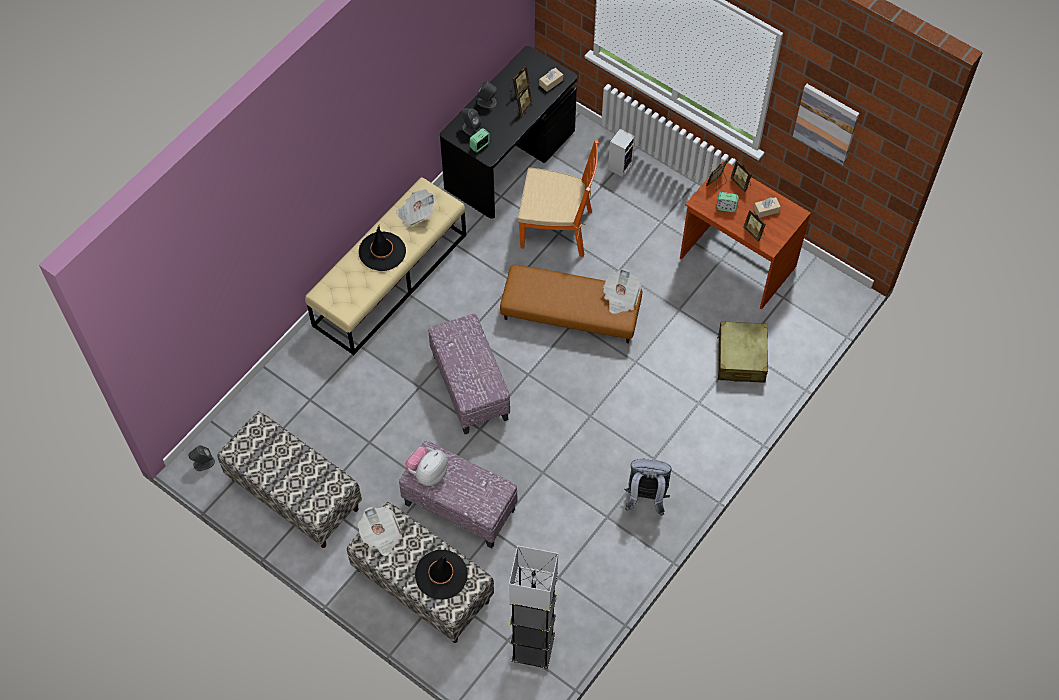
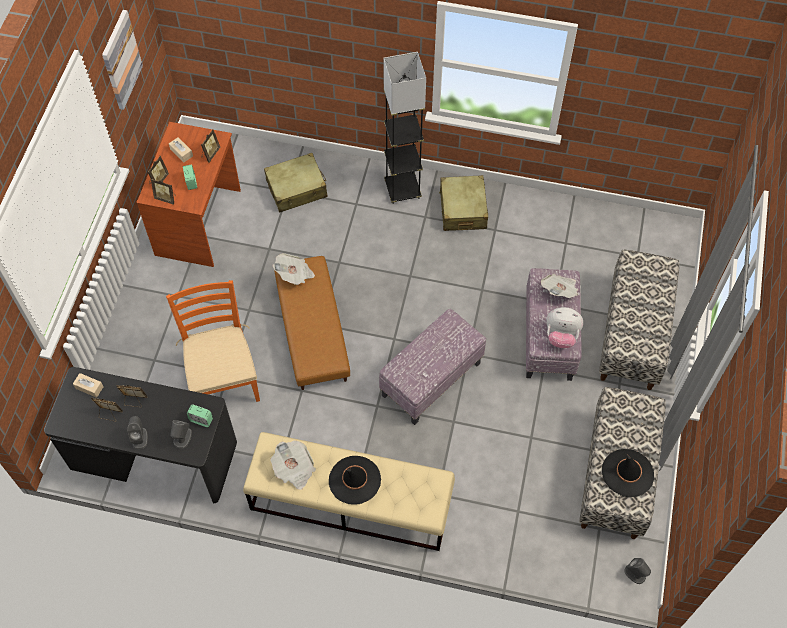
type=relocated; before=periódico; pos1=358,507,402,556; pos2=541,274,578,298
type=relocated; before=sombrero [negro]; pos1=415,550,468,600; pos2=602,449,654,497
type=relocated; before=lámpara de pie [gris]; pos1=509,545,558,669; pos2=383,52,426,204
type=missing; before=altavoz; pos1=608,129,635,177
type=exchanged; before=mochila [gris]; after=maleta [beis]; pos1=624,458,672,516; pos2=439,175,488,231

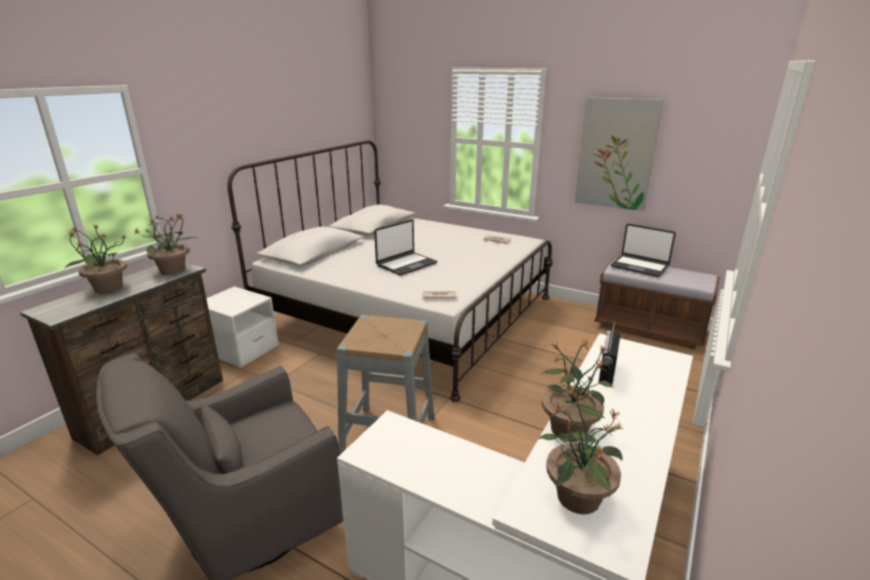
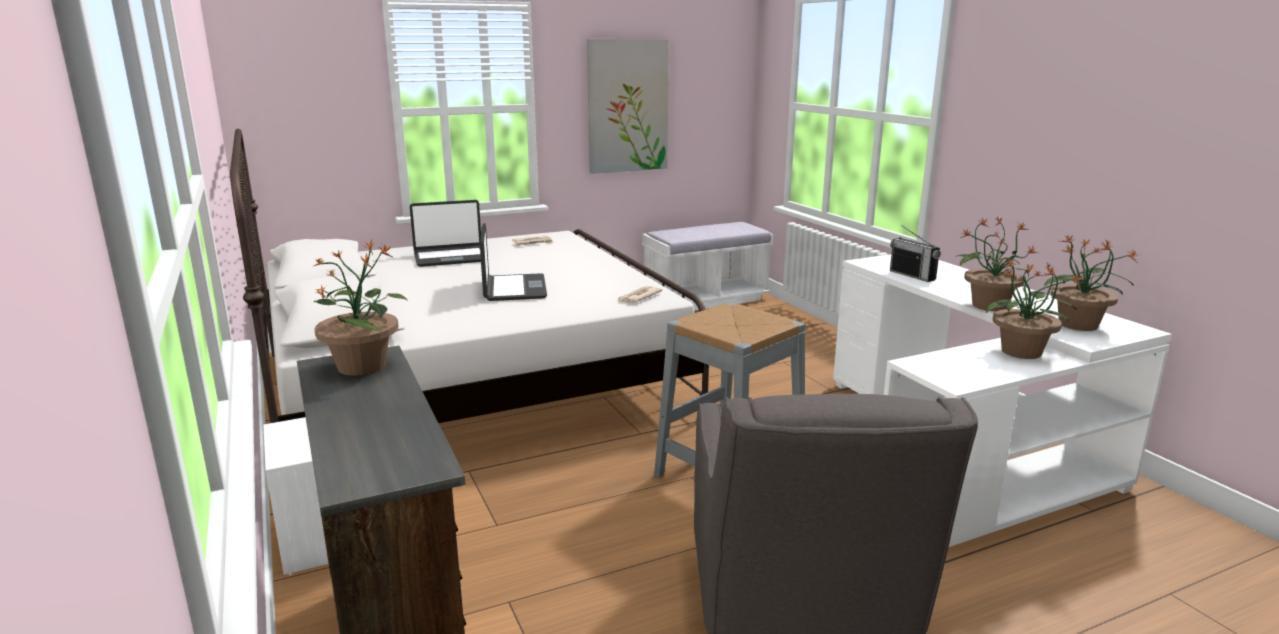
type=relocated; before=planta en maceta; pos1=65,224,127,294; pos2=986,259,1082,359
type=colour; before=banco [marrón]; after=banco [blanco]; pos1=594,259,720,349; pos2=642,222,773,311
type=relocated; before=portátil; pos1=610,224,676,277; pos2=410,200,481,267

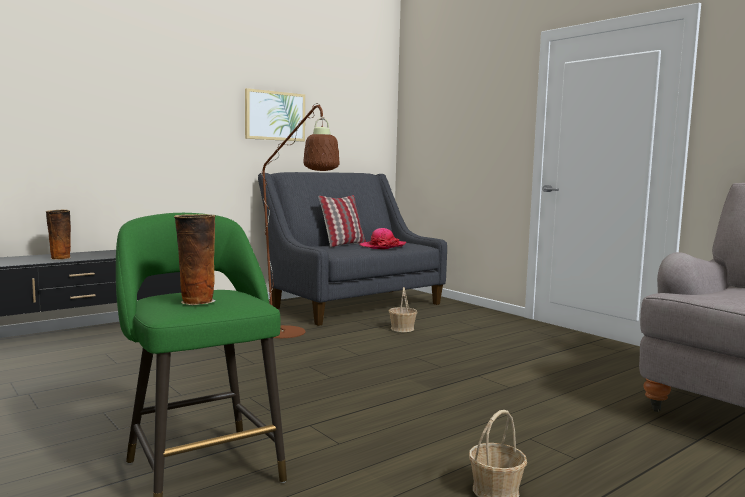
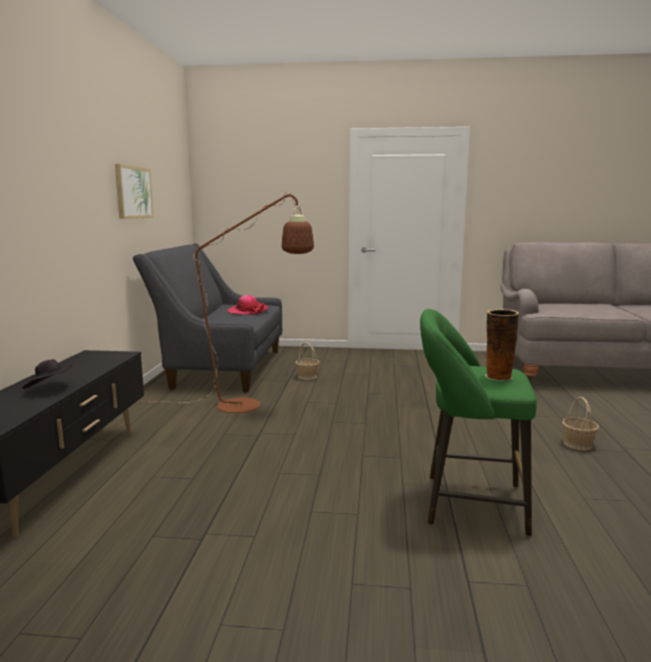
type=exchanged; before=florero; after=sombrero [negro]; pos1=46,210,71,260; pos2=23,359,73,389
type=missing; before=cojín; pos1=318,195,366,247

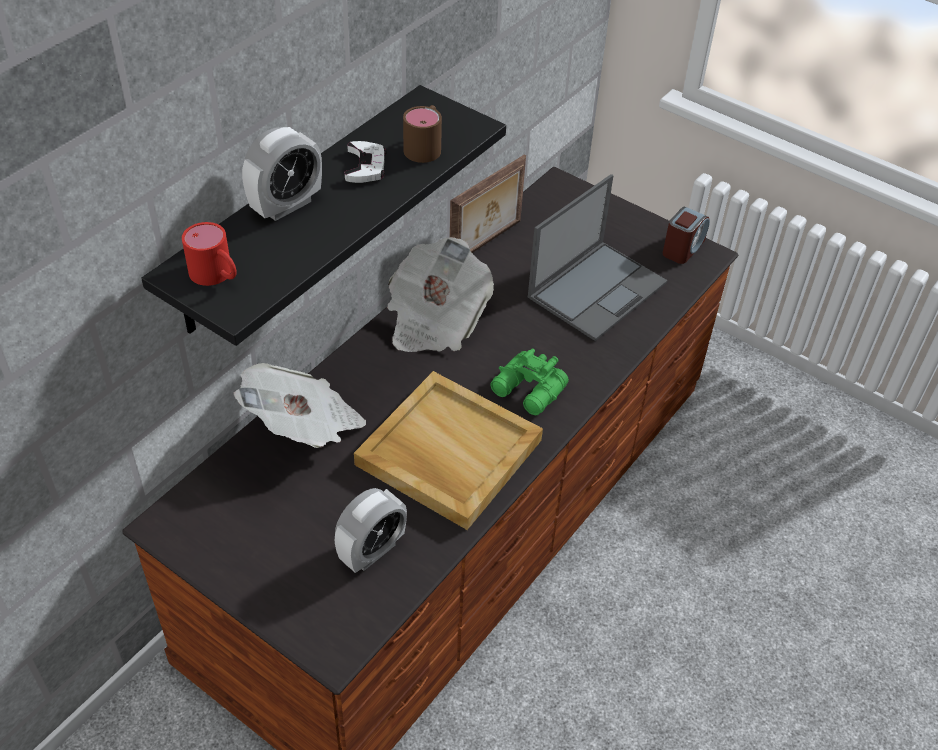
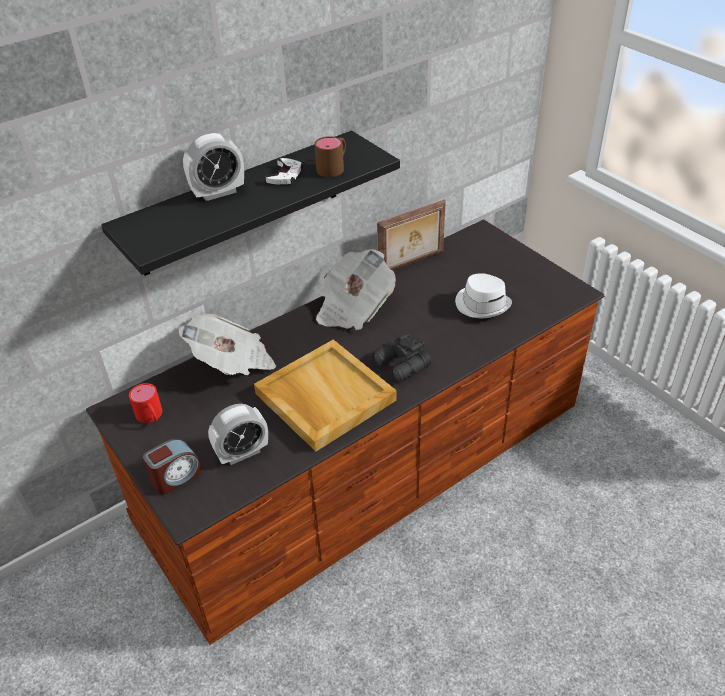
type=relocated; before=taza grande [rojo]; pos1=182,222,237,286; pos2=129,383,162,423
type=colour; before=prismáticos [verde]; after=prismáticos [negro]; pos1=491,349,569,415; pos2=372,334,431,382
type=exchanged; before=portátil; after=sombrero [blanco]; pos1=528,174,668,341; pos2=455,273,512,318
type=relocated; before=despertador; pos1=663,207,710,264; pos2=143,439,202,494

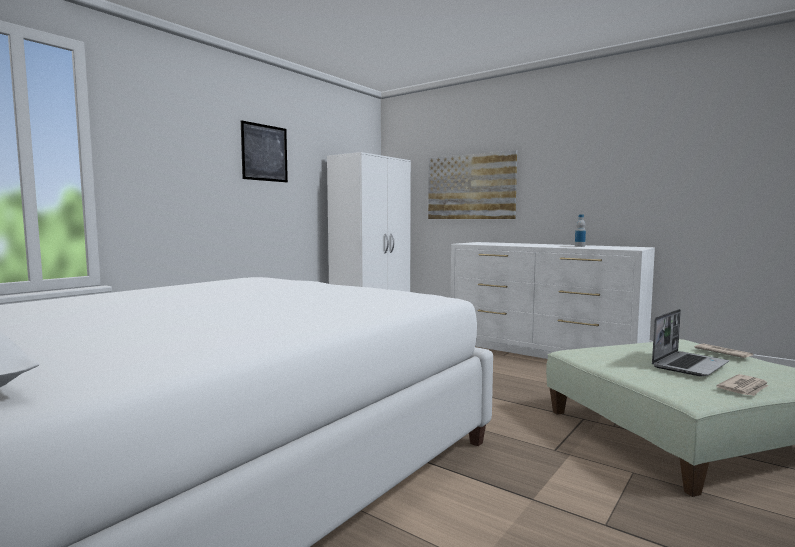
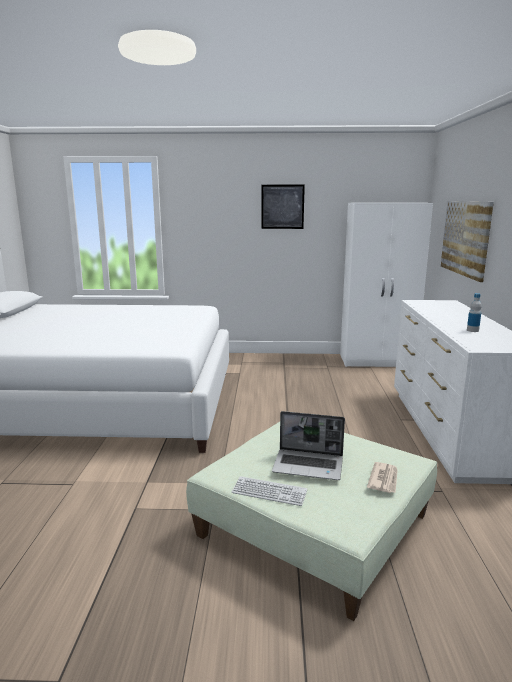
type=exchanged; before=periódico; after=teclado; pos1=716,374,768,396; pos2=232,476,308,506

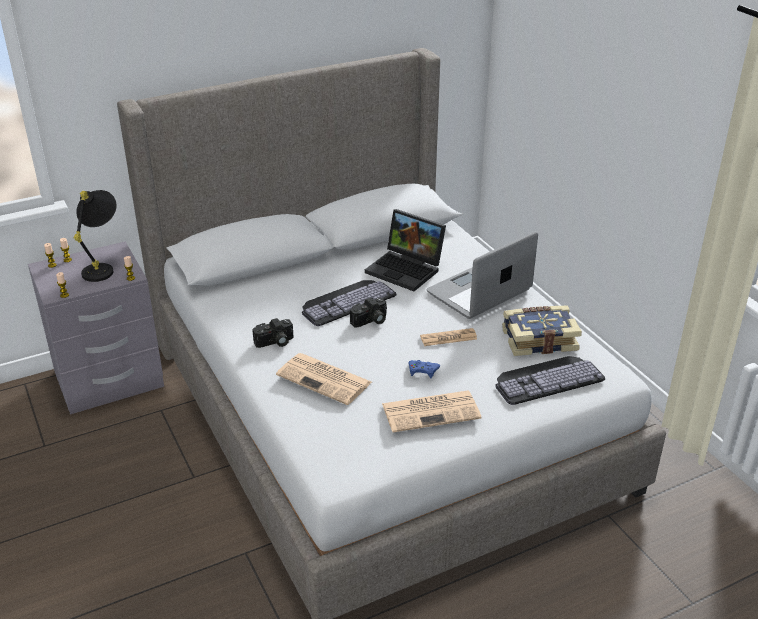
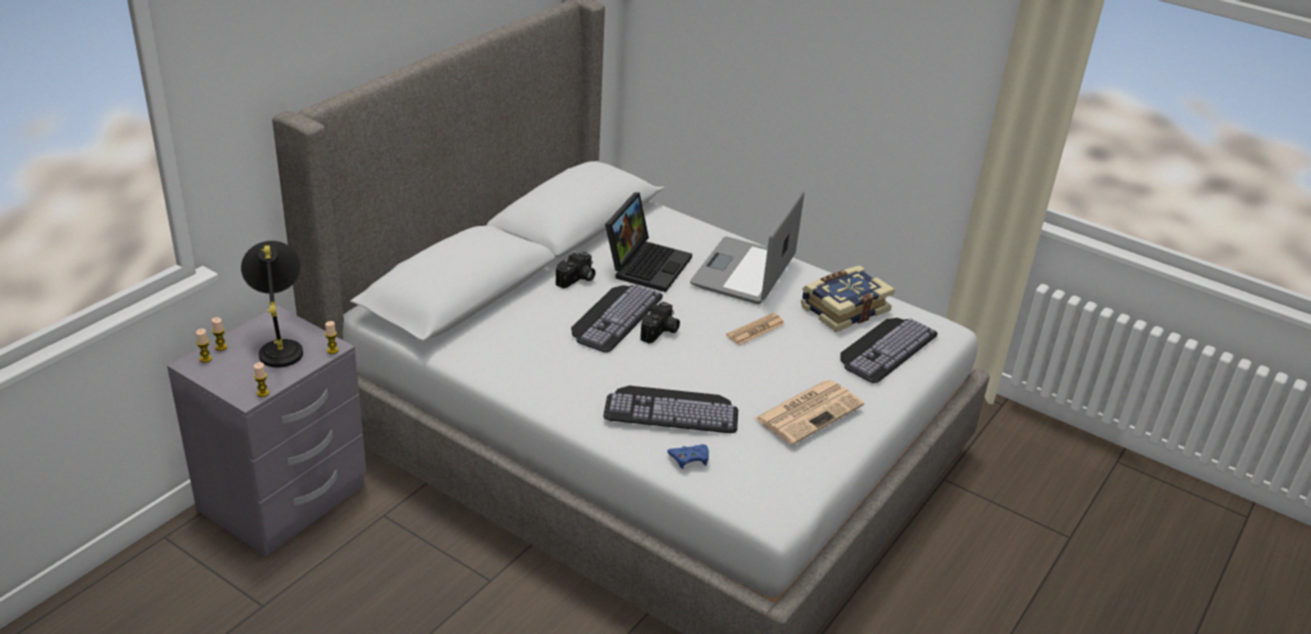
type=relocated; before=cámara; pos1=252,318,294,348; pos2=556,252,595,288
type=exchanged; before=periódico; after=teclado; pos1=276,353,372,405; pos2=603,386,738,433
type=spun; before=portátil; pos1=365,209,446,291; pos2=605,192,692,292; turn=-75
type=relocated; before=mando de consola [azul]; pos1=409,360,440,378; pos2=667,444,709,469

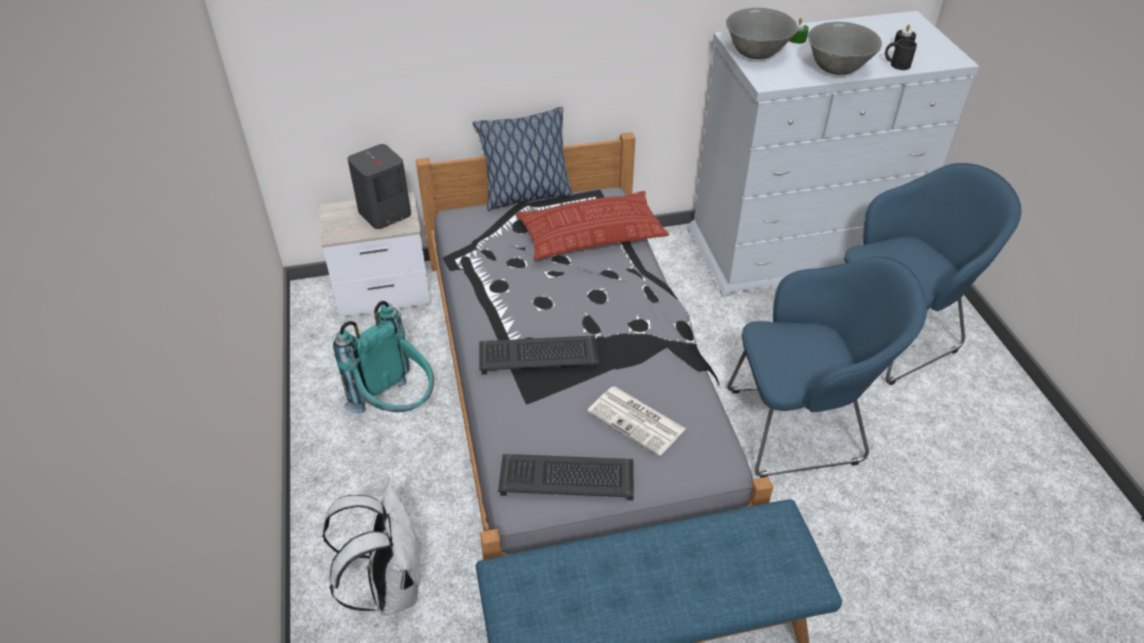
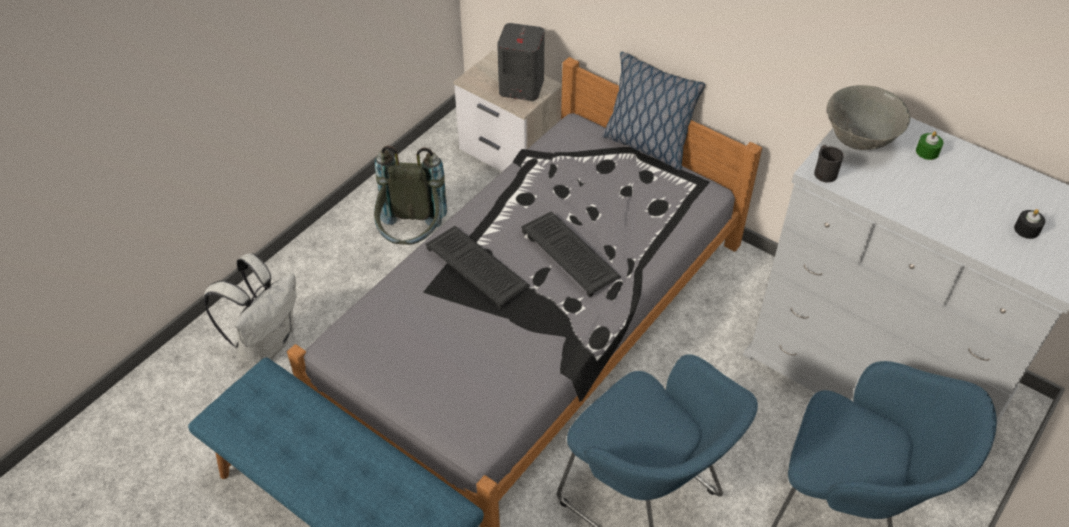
type=colour; before=mochila [turquesa]; after=mochila [gris]; pos1=333,301,434,414; pos2=374,146,447,245
type=relocated; before=teclado; pos1=498,454,634,501; pos2=521,211,621,297
type=missing; before=cojín; pos1=515,191,669,260
type=missing; before=periódico; pos1=588,387,686,456
type=missing; before=cuenco [gris]; pos1=808,22,882,75
type=relocated; before=taza grande [negro]; pos1=885,39,917,70; pos2=814,145,844,183

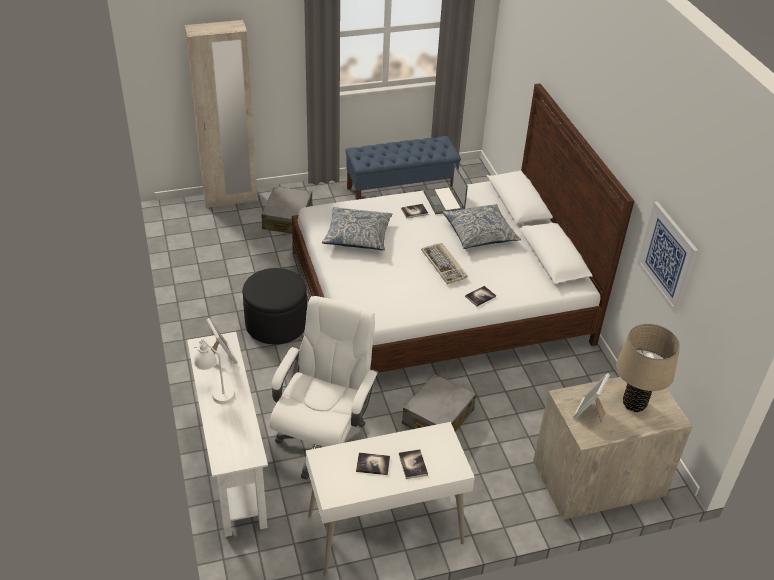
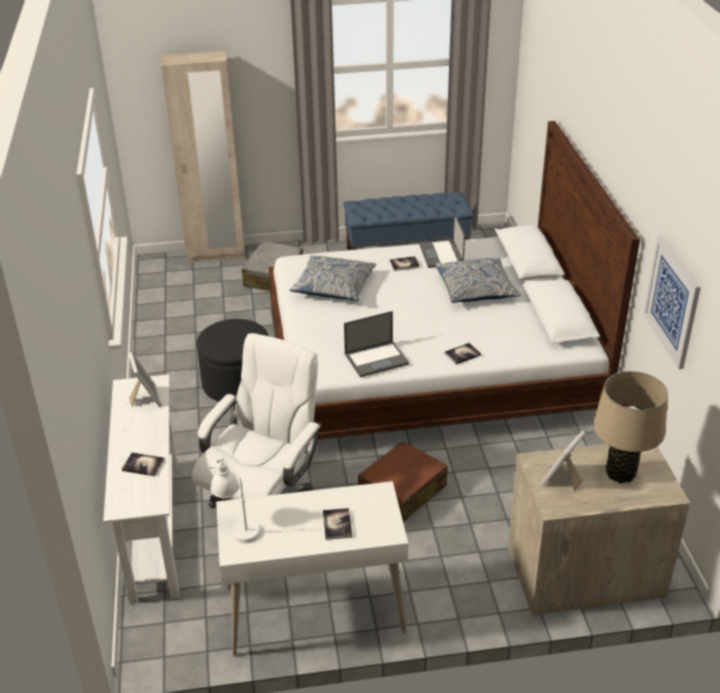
type=relocated; before=lámpara de mesa [blanco]; pos1=194,338,235,404; pos2=210,457,261,543
type=relocated; before=libro; pos1=356,453,390,475; pos2=122,452,165,476
type=colour; before=maleta [gris]; after=maleta [marrón]; pos1=402,374,476,432; pos2=358,441,448,522
type=missing; before=teclado; pos1=421,243,467,284
type=appeared; after=portátil; pos2=344,311,409,377

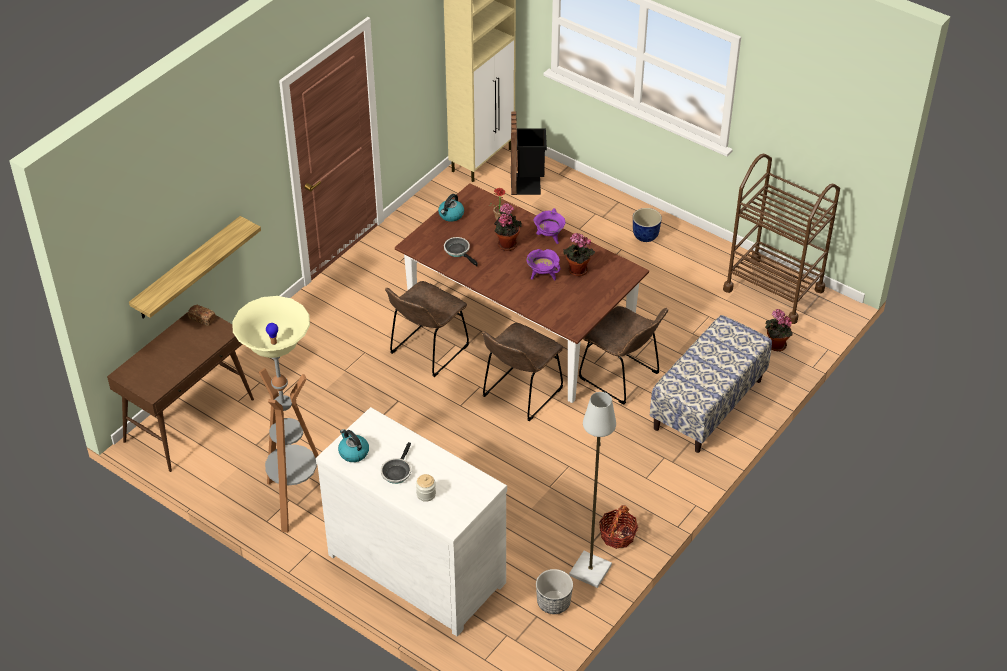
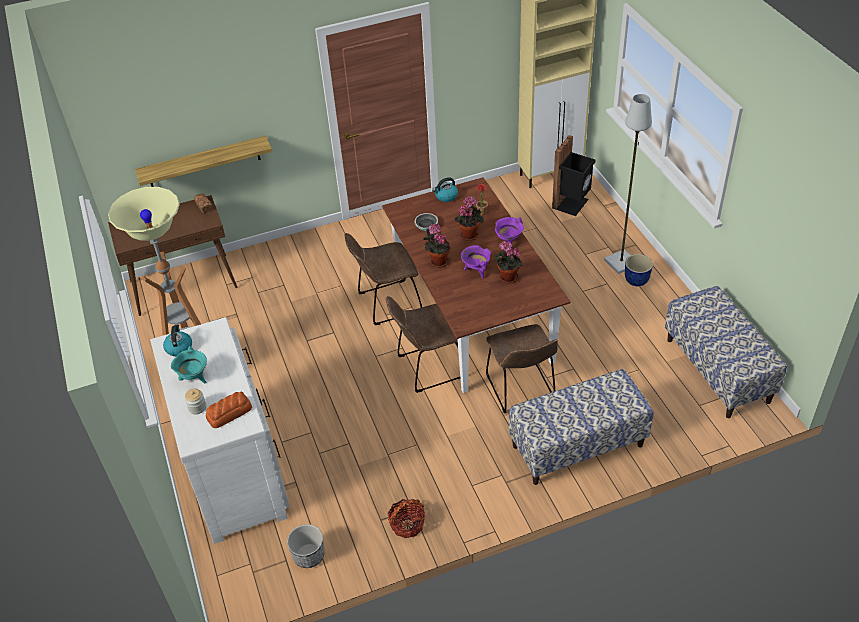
type=exchanged; before=sartén; after=olla [turquesa]; pos1=381,442,411,484; pos2=171,346,207,383
type=relocated; before=lámpara de pie [gris]; pos1=569,392,616,588; pos2=604,94,652,274
type=exchanged; before=carrito [marrón]; after=banco; pos1=723,154,840,324; pos2=665,286,787,418
type=relocated; before=planta en maceta; pos1=765,309,792,351; pos2=423,224,451,268
type=appeared; after=pan; pos2=206,392,252,428

